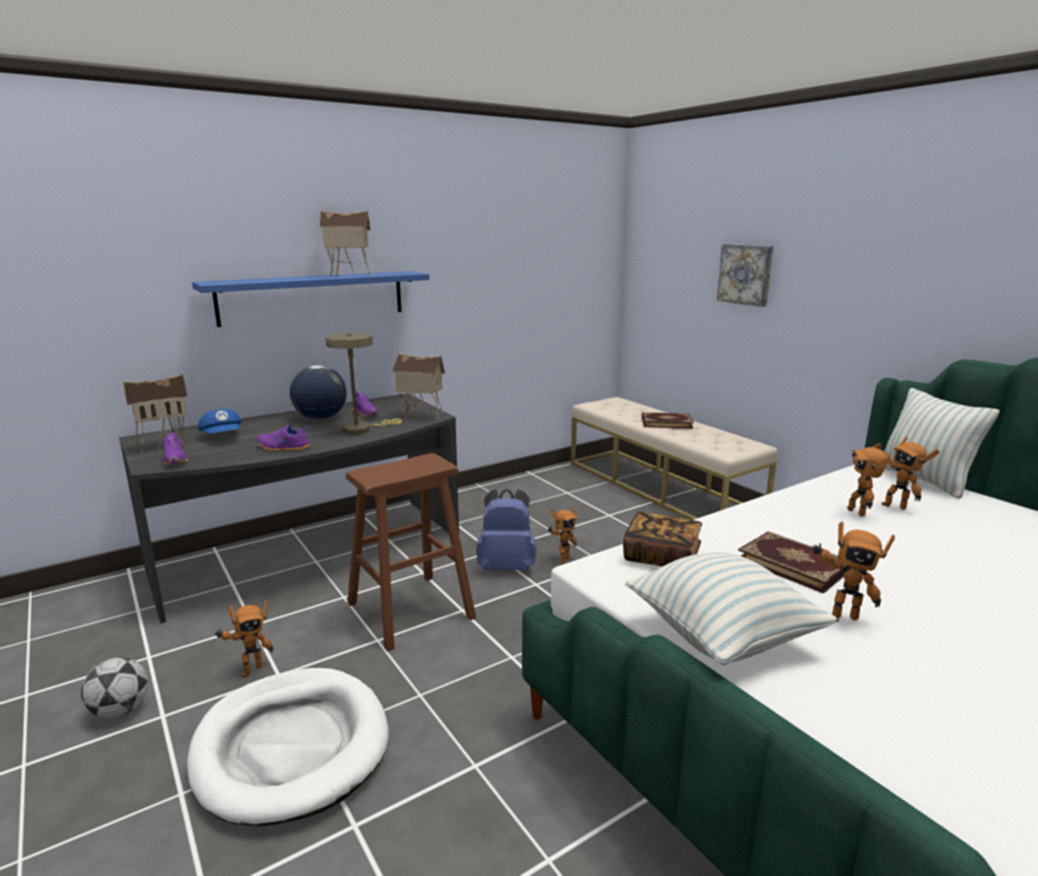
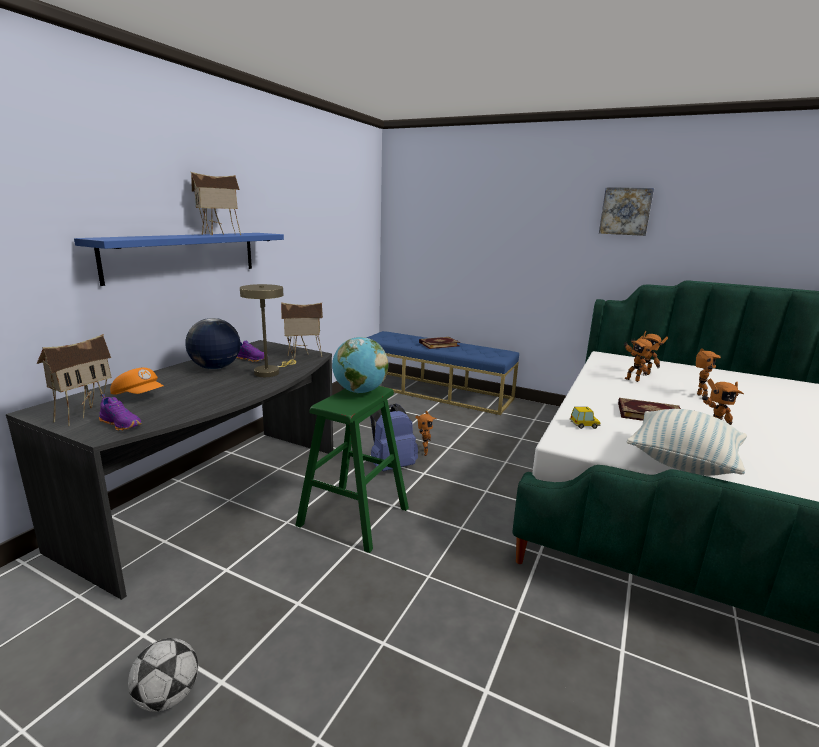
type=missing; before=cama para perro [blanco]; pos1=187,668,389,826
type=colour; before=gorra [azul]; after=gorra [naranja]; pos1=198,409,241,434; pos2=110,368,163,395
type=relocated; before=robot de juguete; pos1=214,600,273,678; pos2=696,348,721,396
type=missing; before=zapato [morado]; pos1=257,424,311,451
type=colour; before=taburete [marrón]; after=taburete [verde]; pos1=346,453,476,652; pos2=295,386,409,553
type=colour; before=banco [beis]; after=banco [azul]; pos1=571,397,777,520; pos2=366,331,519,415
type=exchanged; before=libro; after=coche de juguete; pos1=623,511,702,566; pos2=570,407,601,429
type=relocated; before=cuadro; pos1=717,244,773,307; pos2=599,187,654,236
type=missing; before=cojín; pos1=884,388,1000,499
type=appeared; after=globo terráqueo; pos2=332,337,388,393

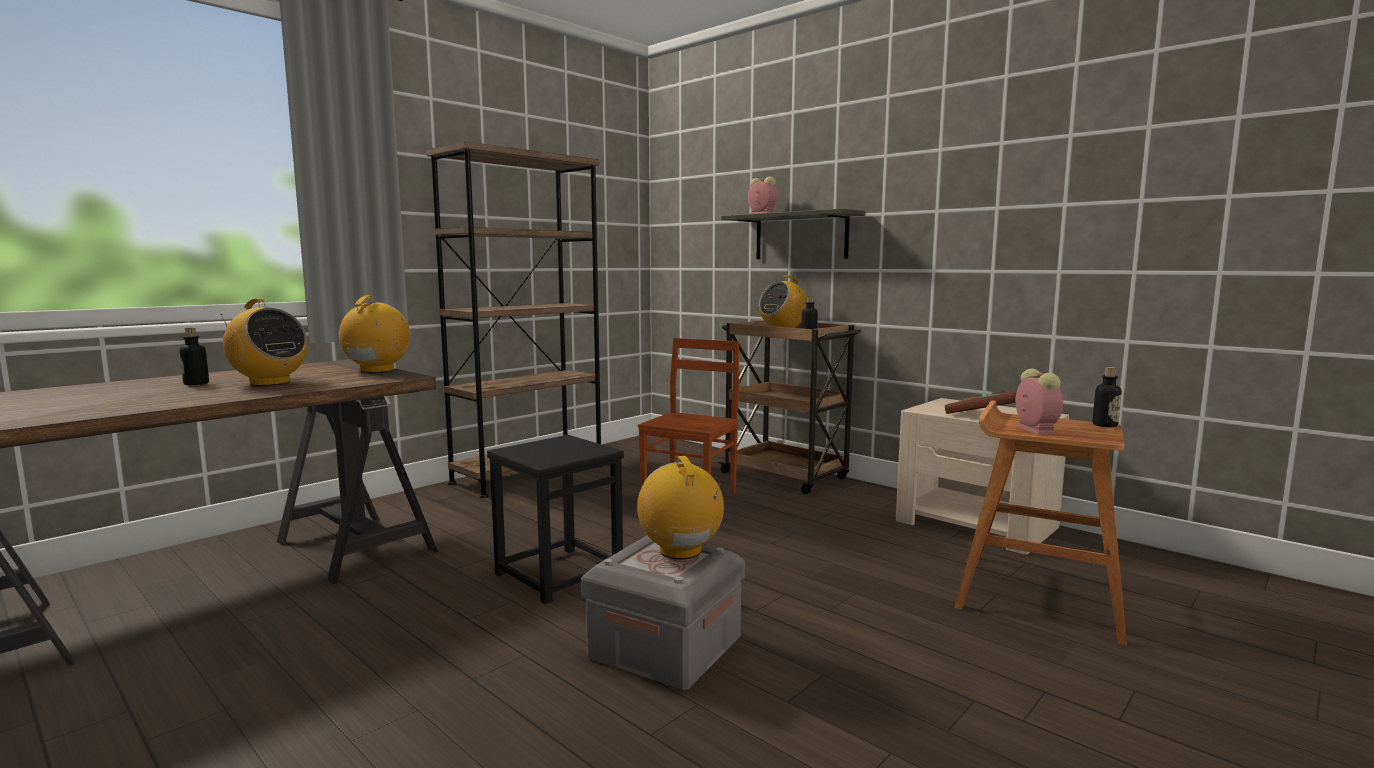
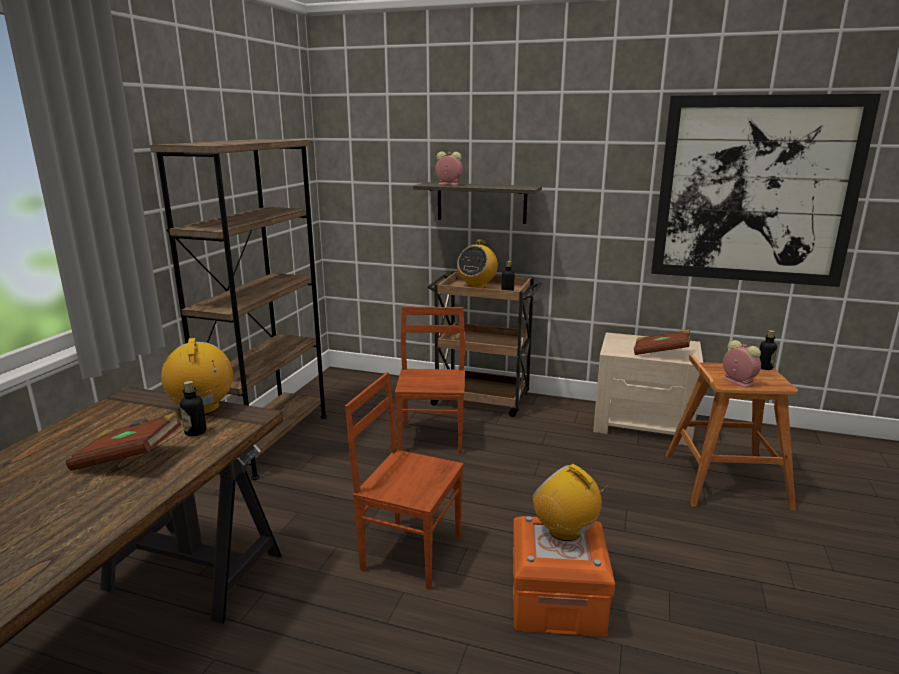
type=relocated; before=botella; pos1=179,328,209,385; pos2=180,381,206,436
type=exchanged; before=radio; after=libro [marrón]; pos1=220,299,308,386; pos2=66,413,181,471
type=exchanged; before=taburete [negro]; after=silla [marrón]; pos1=487,435,624,604; pos2=345,372,464,590
type=colour; before=caja de almacenaje [gris]; after=caja de almacenaje [naranja]; pos1=581,536,745,690; pos2=513,516,615,637
type=appeared; after=cuadro; pos2=651,94,881,287

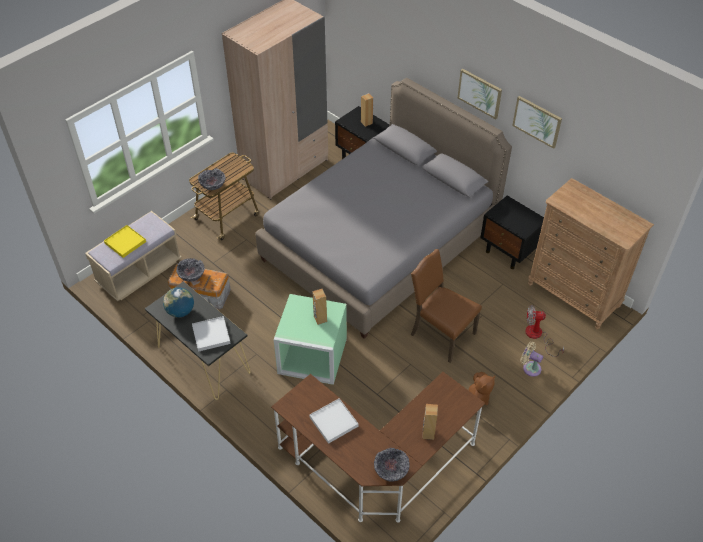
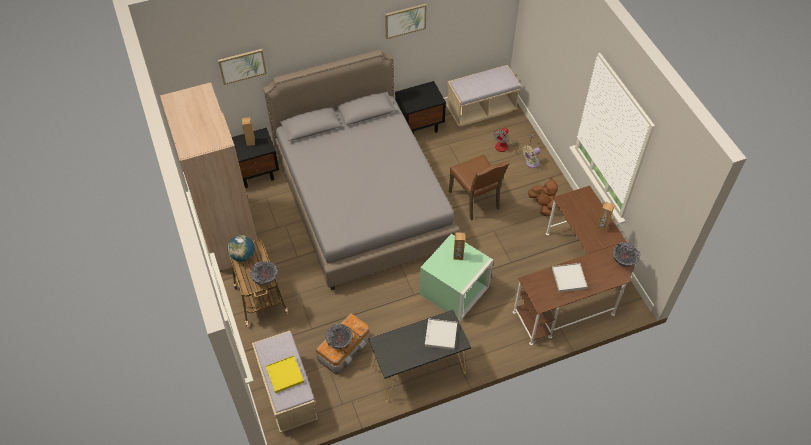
type=relocated; before=globo terráqueo; pos1=163,287,194,318; pos2=228,235,255,262
type=spun; before=silla [marrón]; pos1=411,249,482,363; pos2=449,155,509,221; turn=-90
type=relocated; before=cuadro; pos1=458,69,502,119; pos2=218,49,267,85
type=exchanged; before=cómoda [marrón]; after=banco [beis]; pos1=528,178,654,329; pos2=446,65,521,126

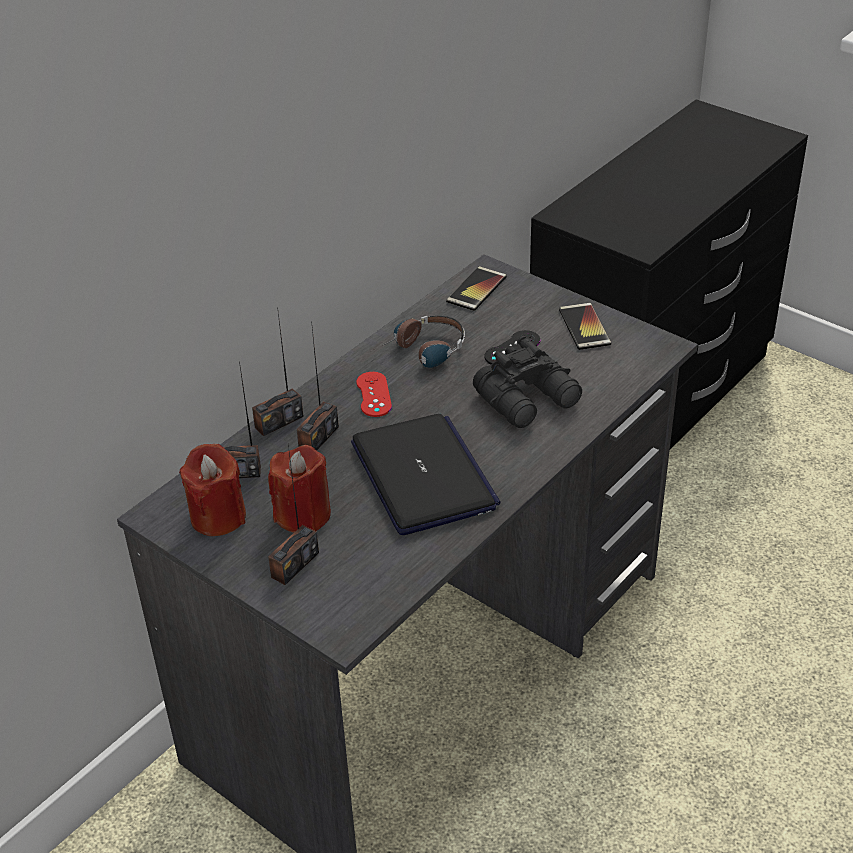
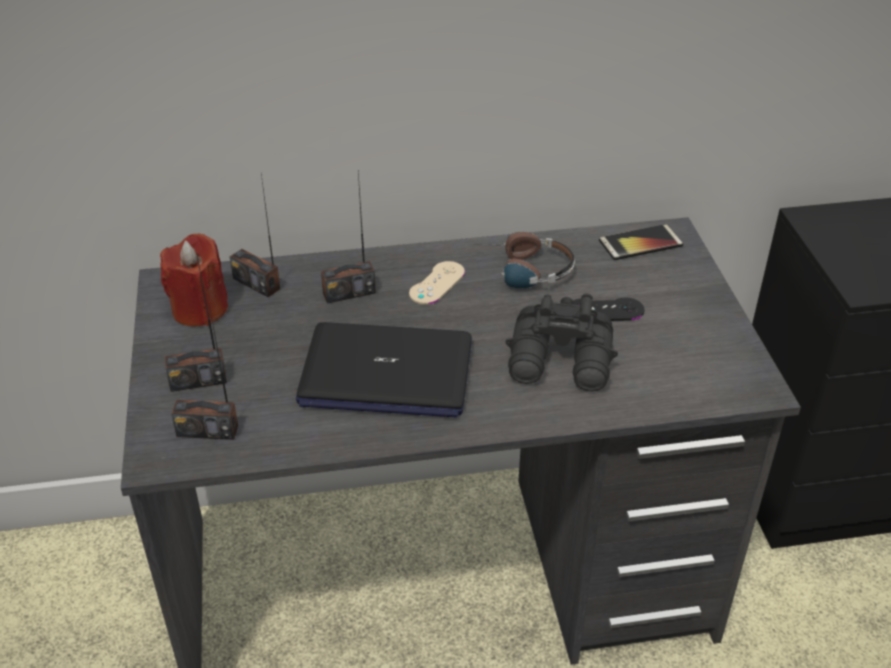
type=relocated; before=radio; pos1=252,313,304,436; pos2=171,304,238,440
type=missing; before=vela [rojo]; pos1=268,445,331,532
type=spun; before=portátil; pos1=351,414,501,535; pos2=296,322,472,418; turn=75
type=colour; before=mando de consola [rojo]; after=mando de consola [beis]; pos1=356,372,392,417; pos2=409,261,465,305
type=missing; before=móvil; pos1=559,303,611,350

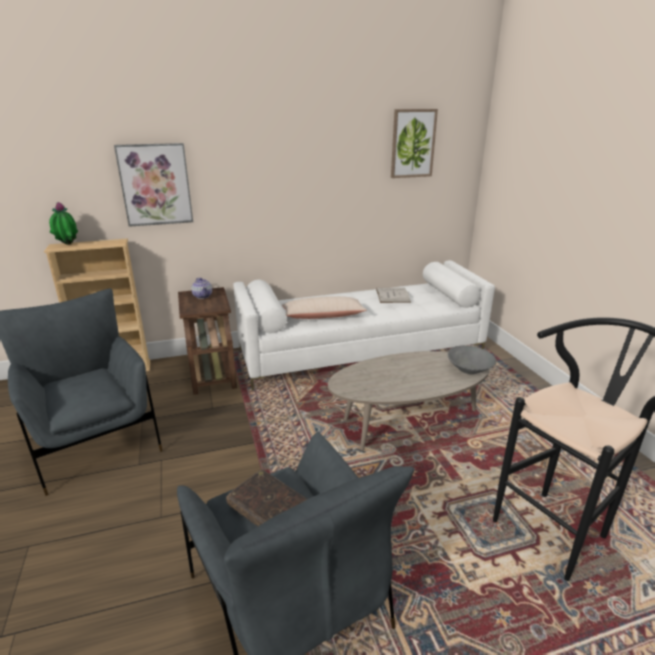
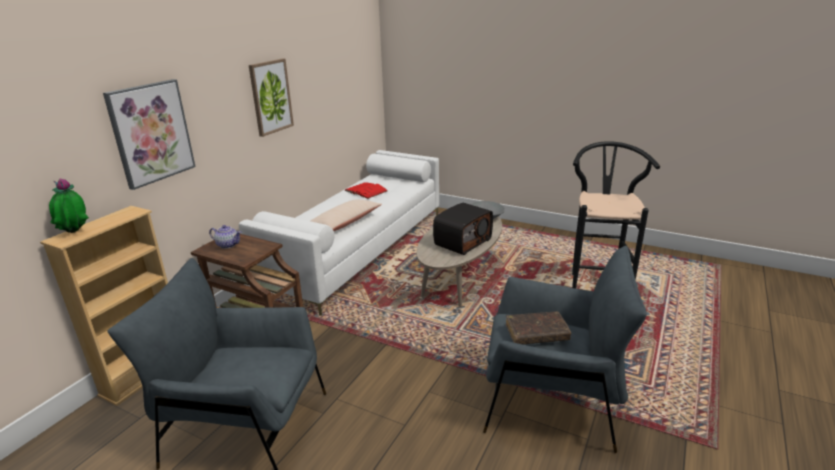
type=colour; before=libro [blanco]; after=libro [rojo]; pos1=376,288,411,303; pos2=344,182,388,199
type=relocated; before=cuadro; pos1=391,109,438,178; pos2=249,58,294,137
type=appeared; after=radio; pos2=433,203,493,255

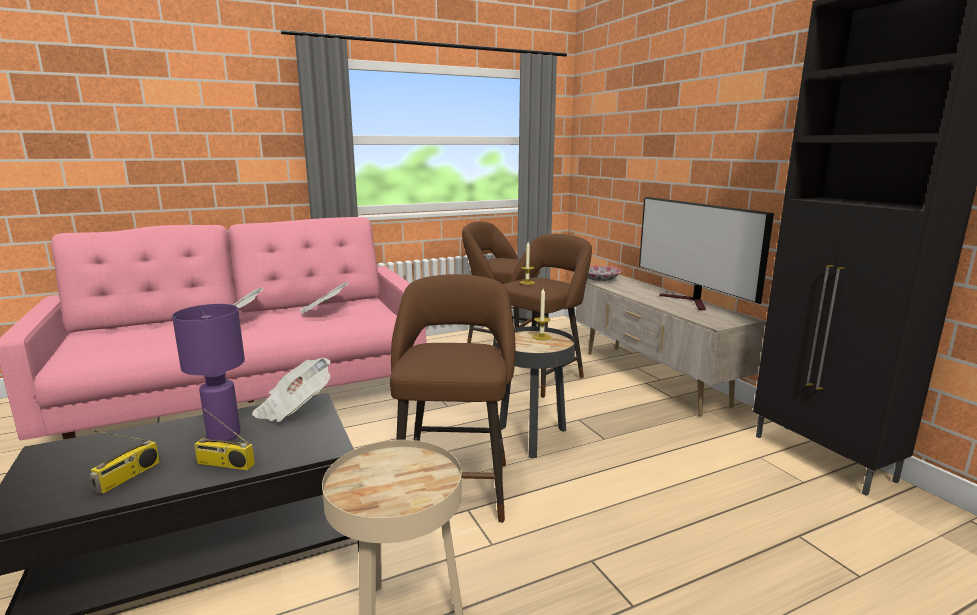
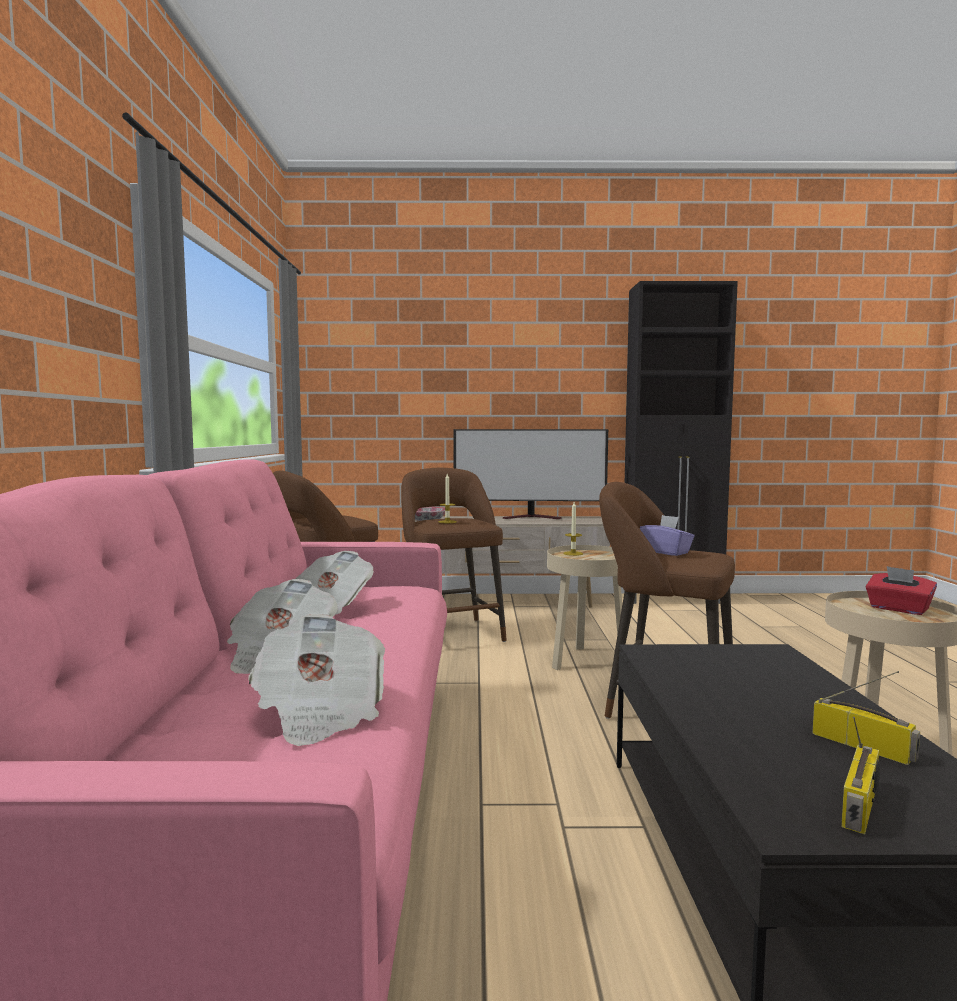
type=missing; before=lámpara de mesa [morado]; pos1=172,304,245,441
type=relocated; before=radio; pos1=194,409,255,470; pos2=841,717,880,835
type=relocated; before=periódico; pos1=252,358,331,422; pos2=248,614,385,746
type=colour; before=mesa auxiliar [negro]; after=mesa auxiliar [beis]; pos1=495,326,575,458; pos2=547,545,622,670
type=appeared; after=caja de pañuelos [morado]; pos2=640,515,695,556
type=appeared; after=caja de pañuelos [rojo]; pos2=866,566,937,615

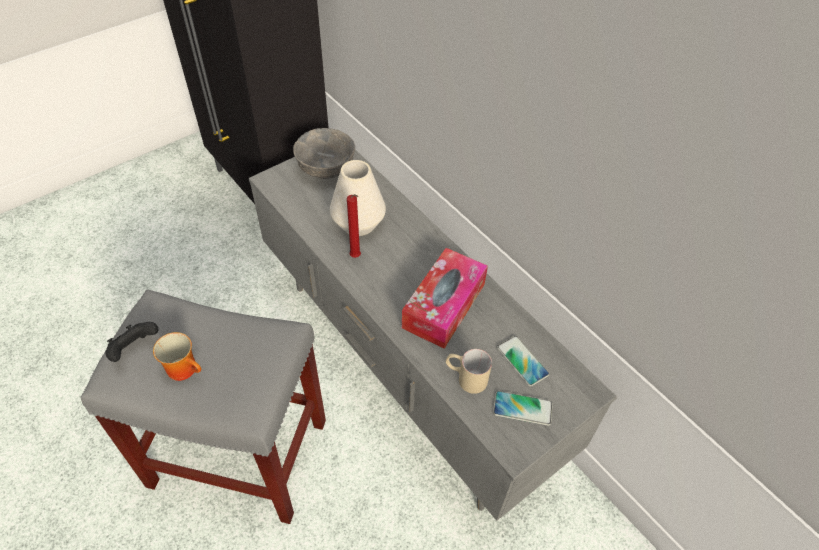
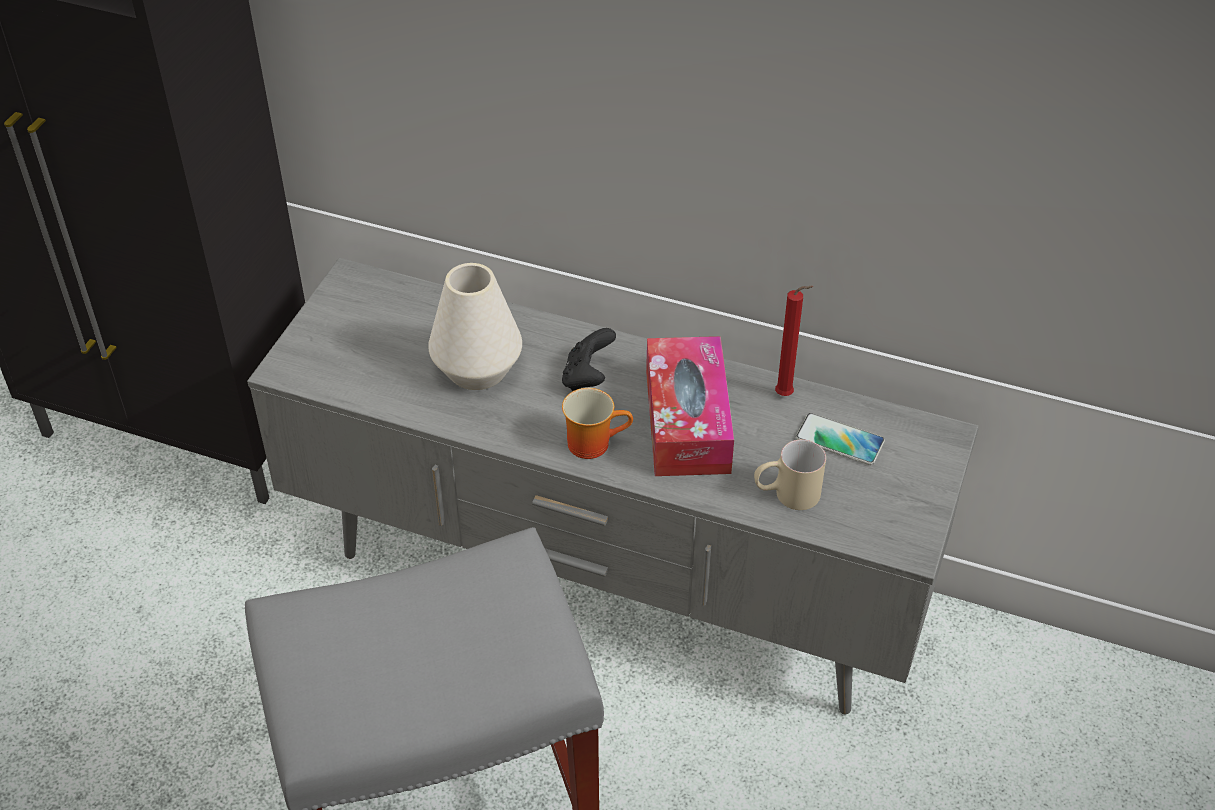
type=relocated; before=mando de consola [negro]; pos1=105,322,158,362; pos2=562,328,616,391
type=relocated; before=taza grande; pos1=153,332,201,381; pos2=562,388,633,459
type=missing; before=cuenco [gris]; pos1=293,128,355,179
type=relocated; before=vela [rojo]; pos1=347,194,361,258; pos2=775,286,814,396
type=missing; before=móvil; pos1=493,391,553,426

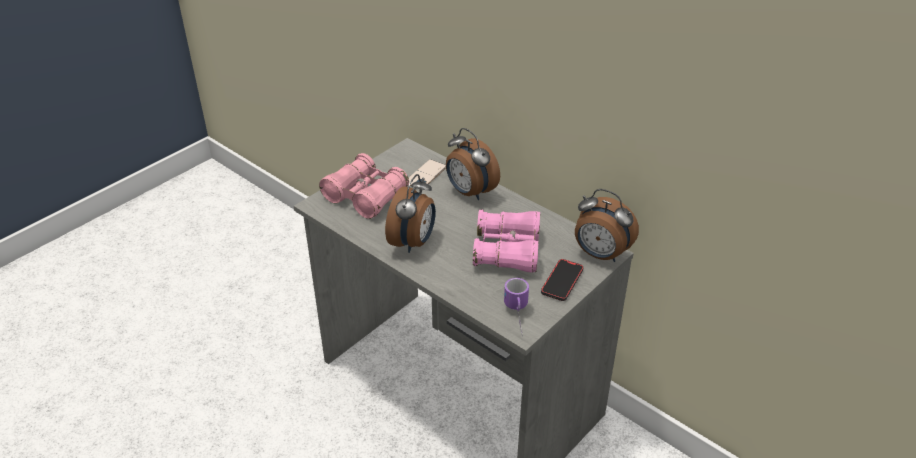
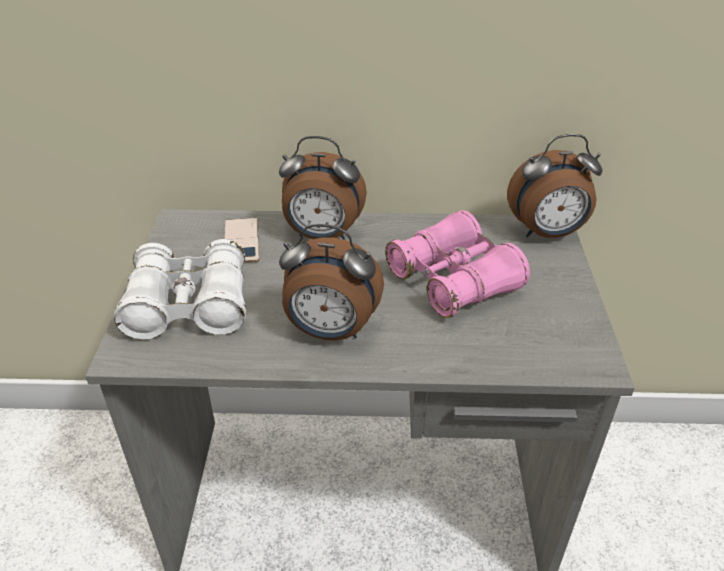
type=colour; before=prismáticos [rosa]; after=prismáticos [blanco]; pos1=319,153,409,219; pos2=114,239,246,340
type=spun; before=despertador; pos1=385,174,436,253; pos2=279,224,384,340; turn=120
type=missing; before=taza grande; pos1=504,278,529,333
type=missing; before=móvil; pos1=541,259,583,301

